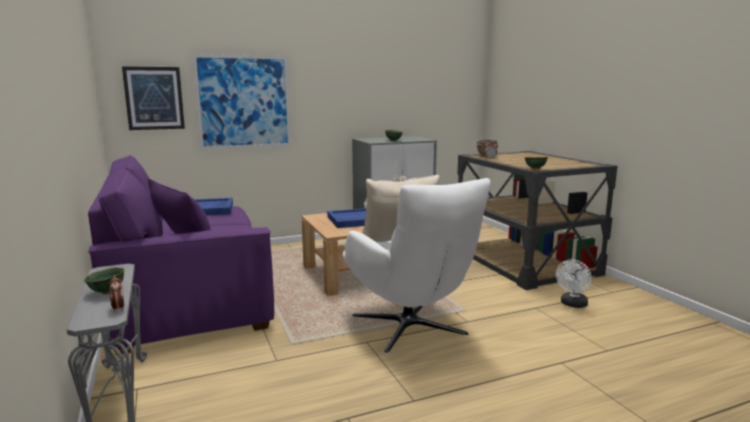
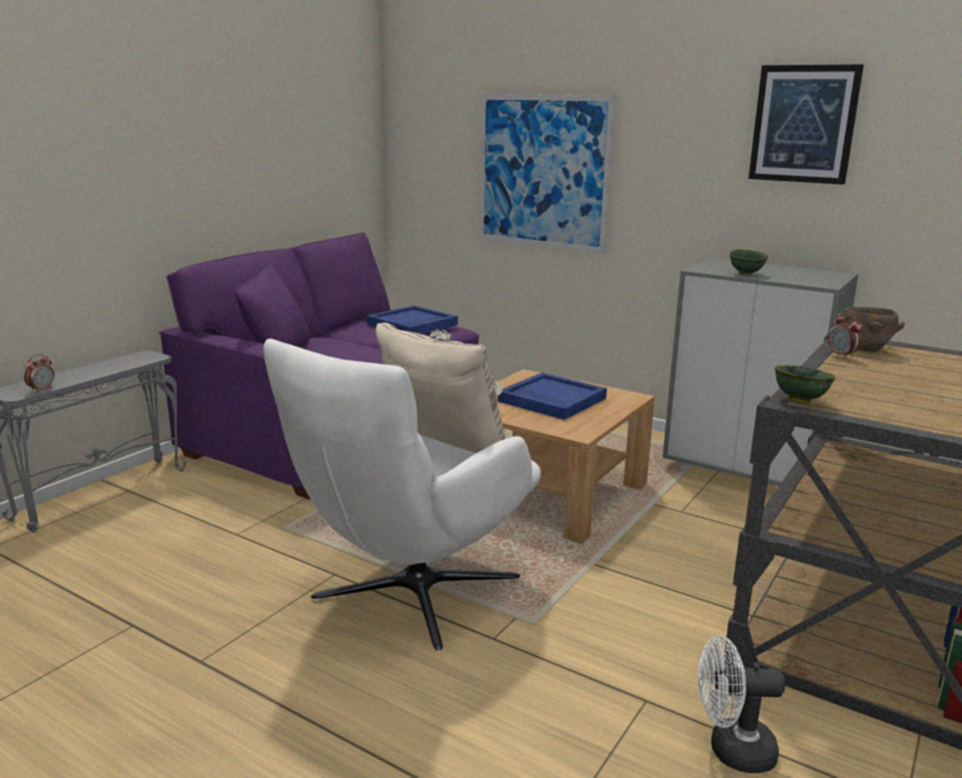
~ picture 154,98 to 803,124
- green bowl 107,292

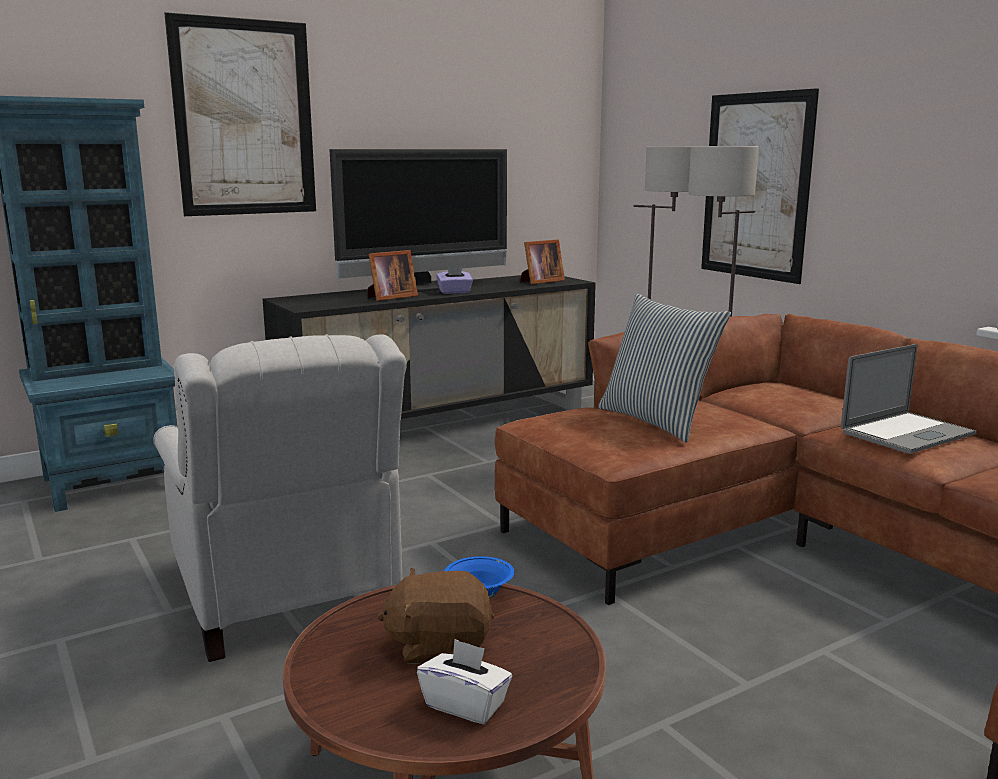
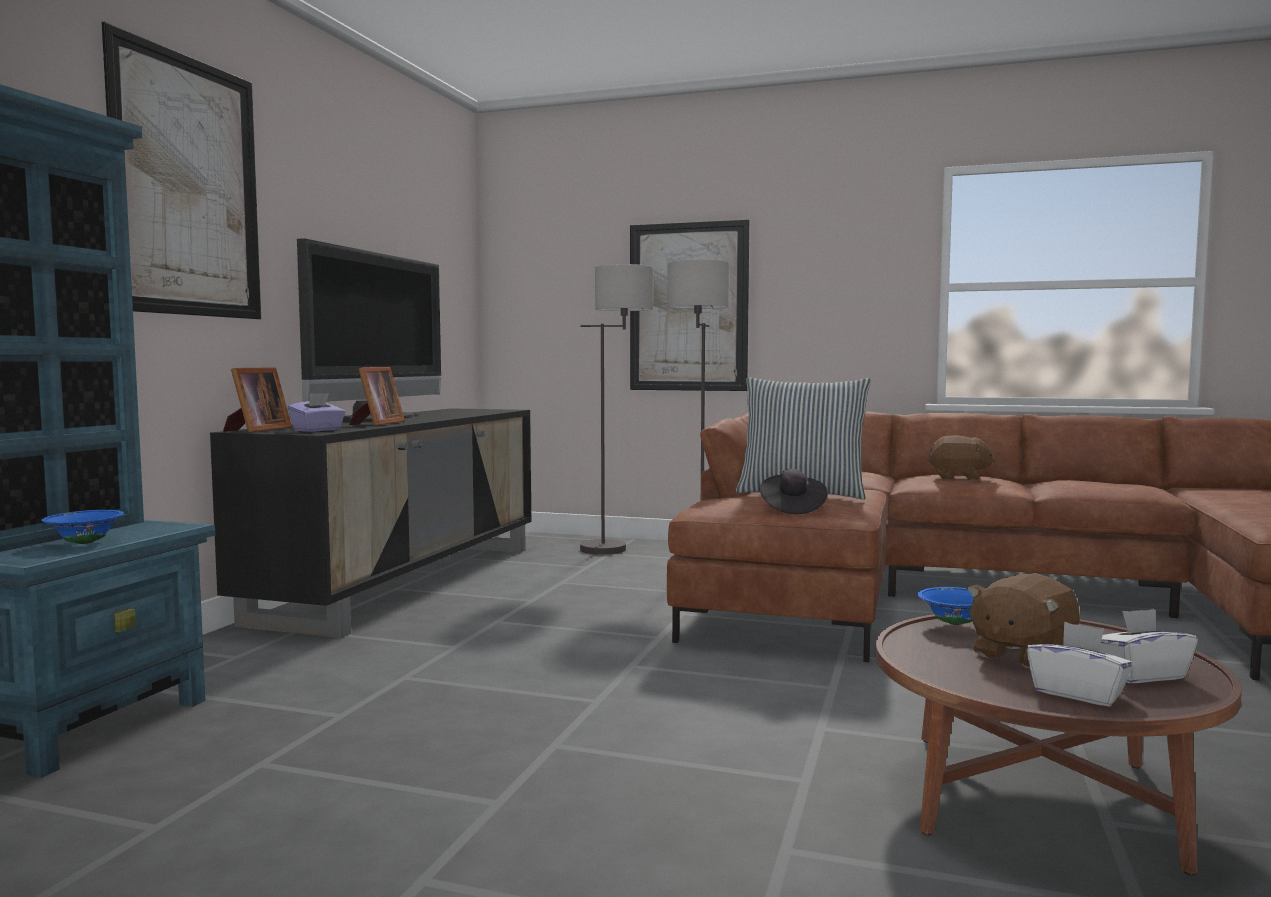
~ picture frame 540,282 to 256,430
~ purple tissue box 455,292 to 318,430
- white armchair 286,593
~ laptop 907,433 to brown plush toy 959,478
+ black hat 792,509
+ blue bowl 85,543
+ white tissue box 1077,693

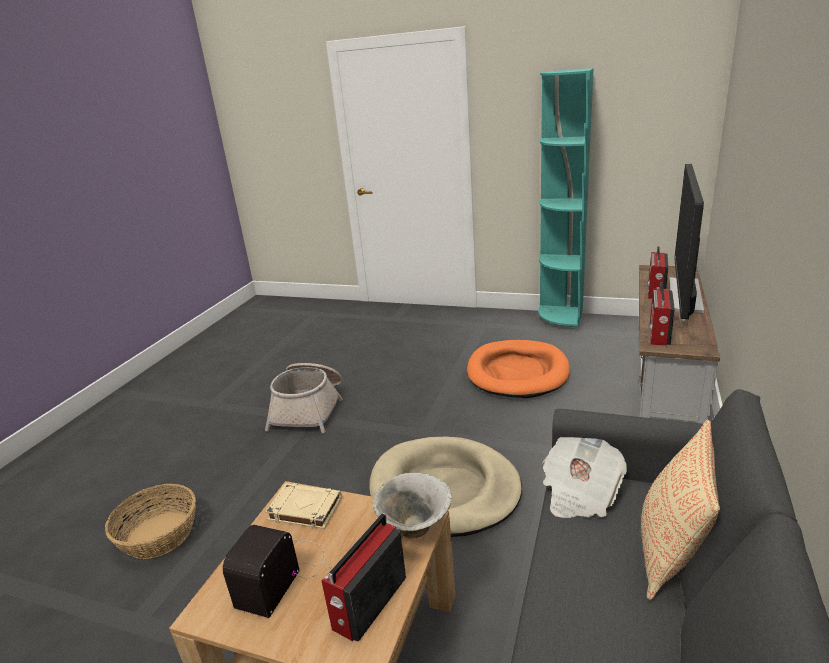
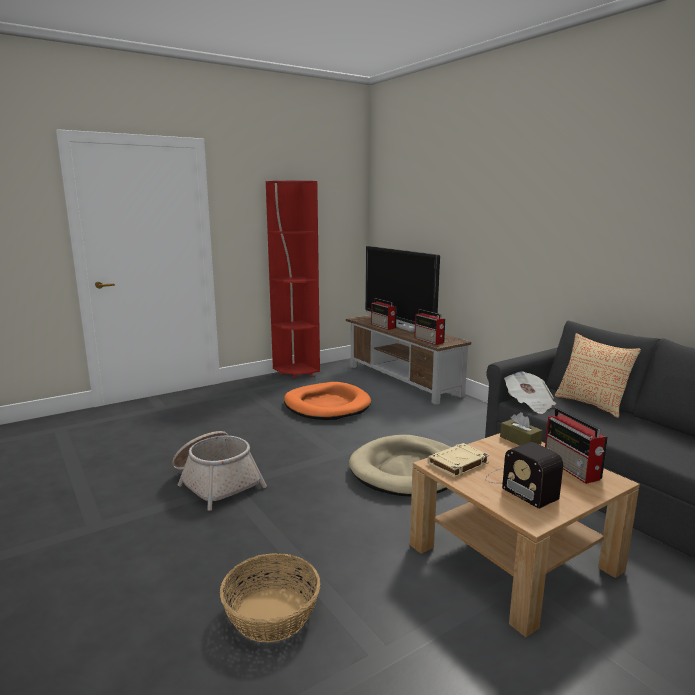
~ turquoise bookcase 560,321 to red bookcase 296,374
~ bowl 415,529 to brown tissue box 520,440

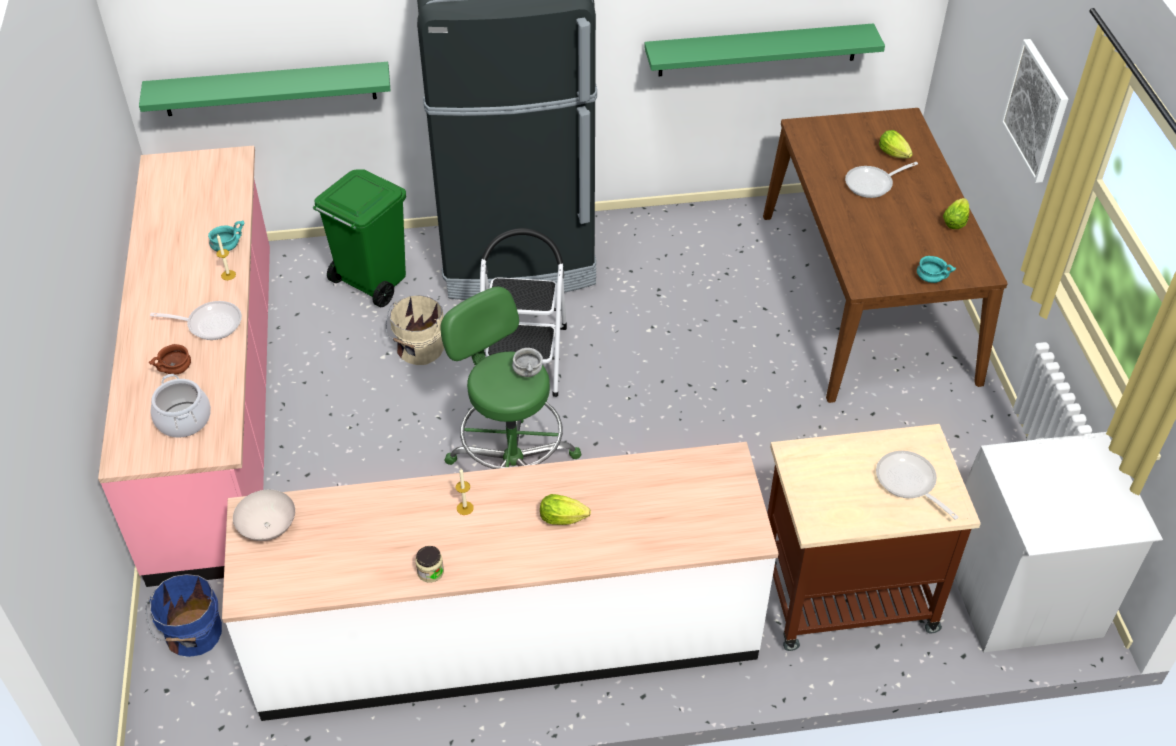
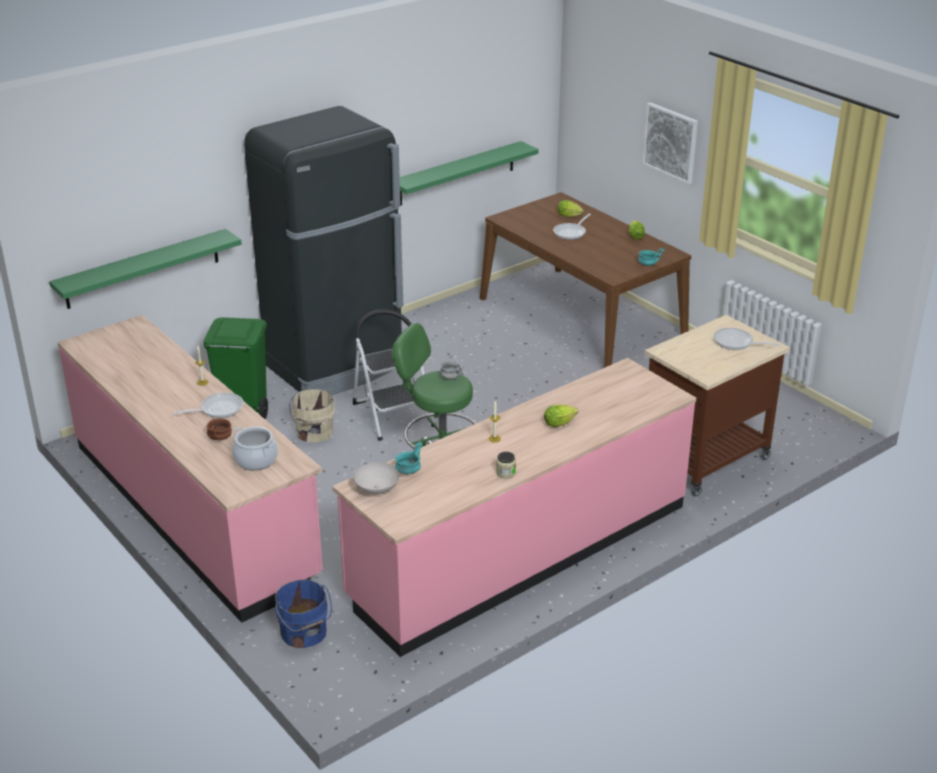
~ turquoise bowl 226,247 to 408,471
- white washing machine 1021,597
~ white counter 507,633 to pink counter 520,551

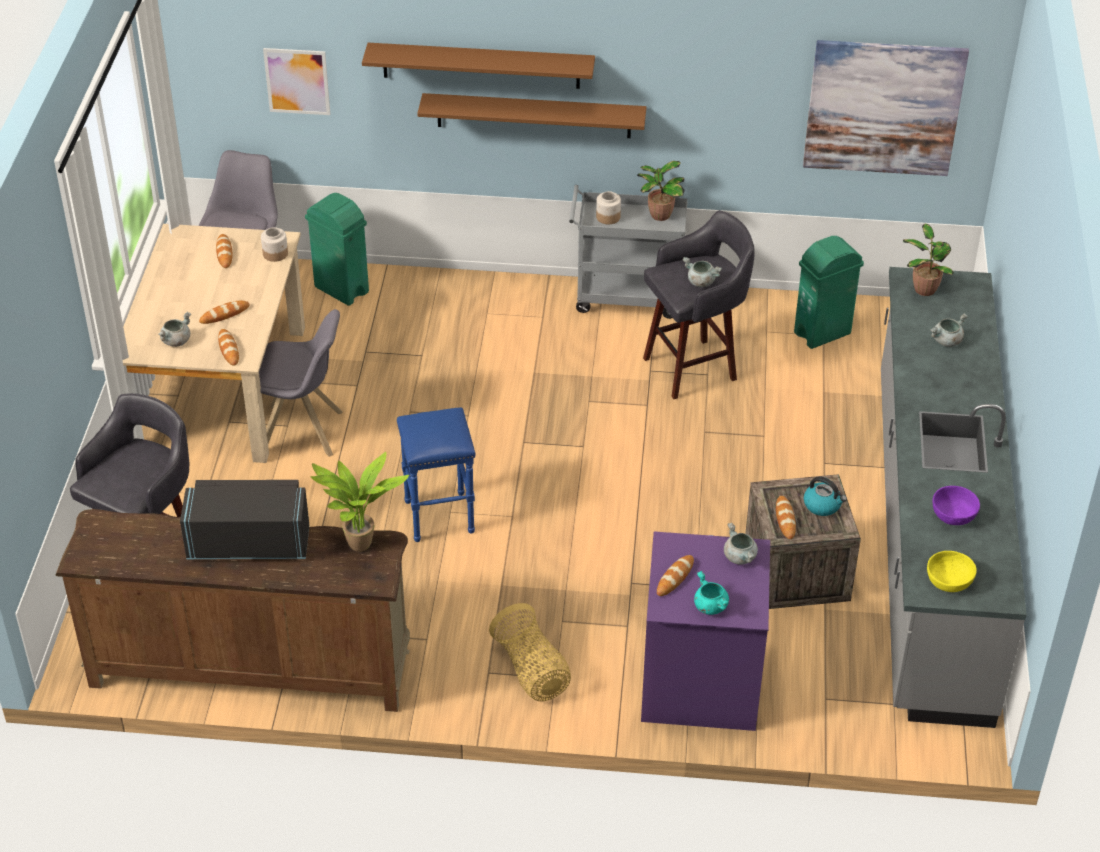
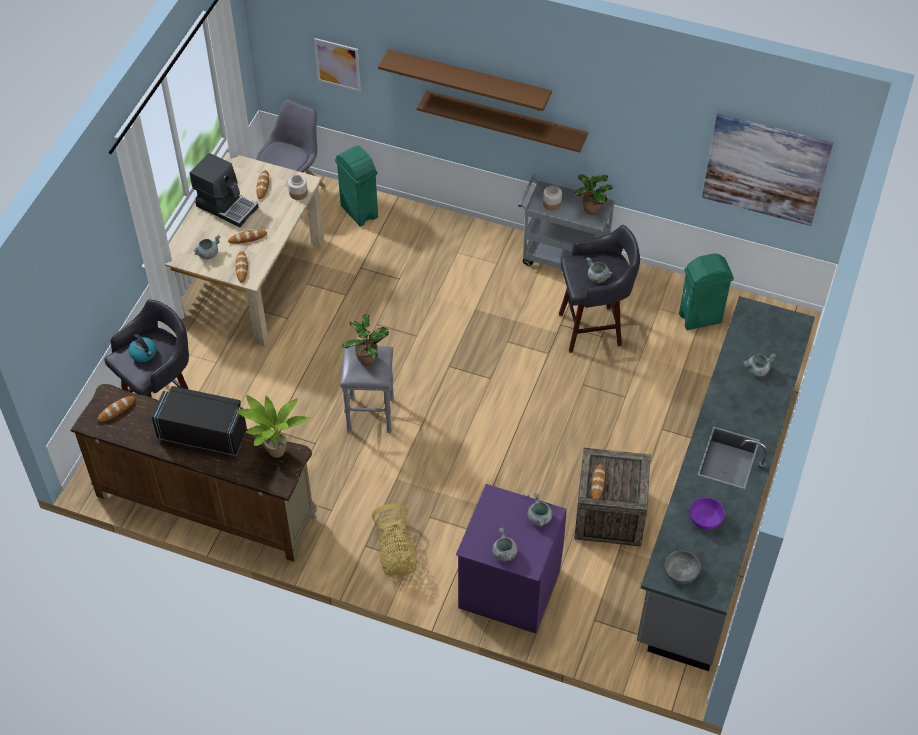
~ potted plant 924,288 to 367,358
- grey chair 302,431
~ blue stool 437,515 to grey stool 369,413
~ kettle 823,505 to 144,353
~ yellow bowl 948,581 to grey bowl 680,572
~ bread 675,577 to 116,410
~ turquoise cooking pot 710,606 to grey cooking pot 504,553
+ coffee machine 227,206

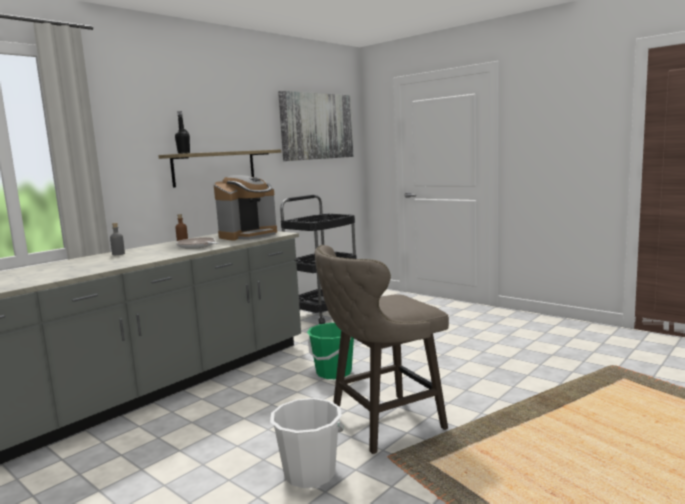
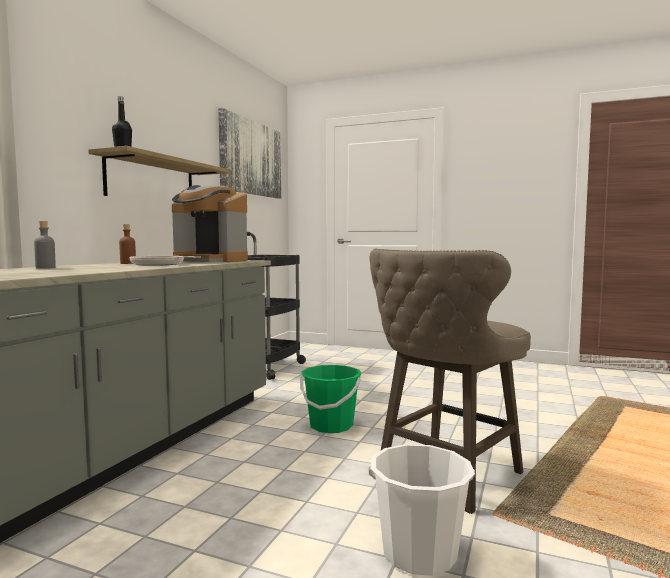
~ coffee machine 249,235 = 210,261 90 degrees clockwise

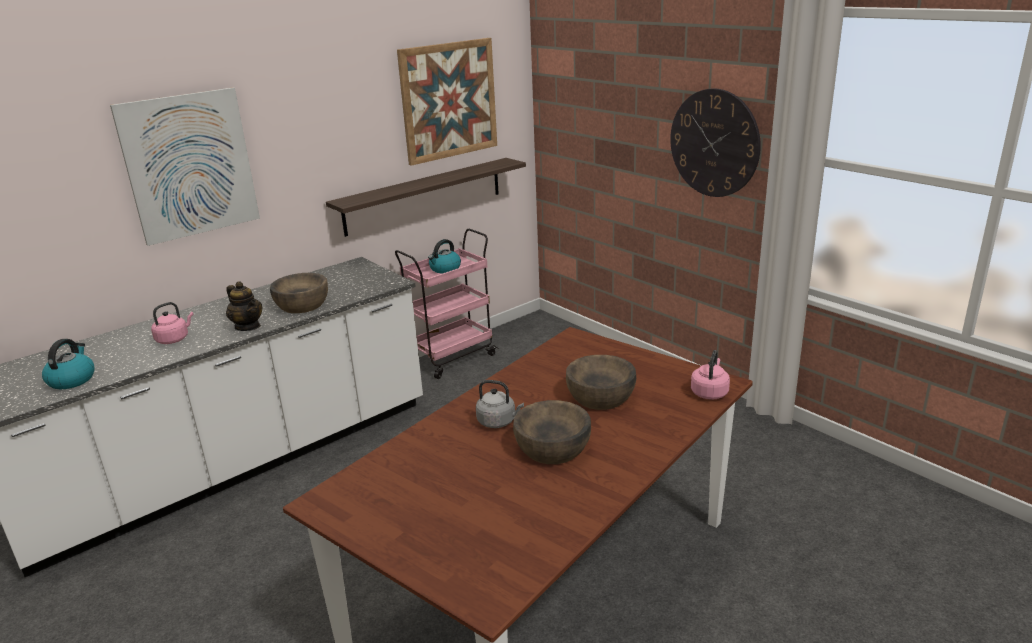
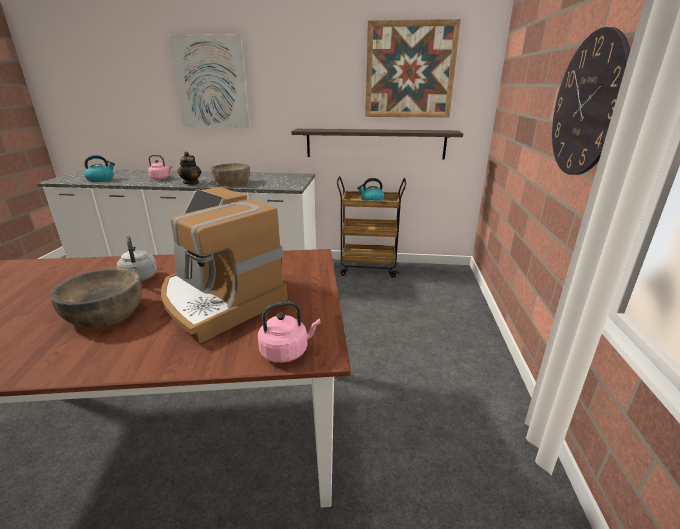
~ pink cart 453,358 to brown cart 369,269
~ brown bowl 601,396 to coffee machine 219,300

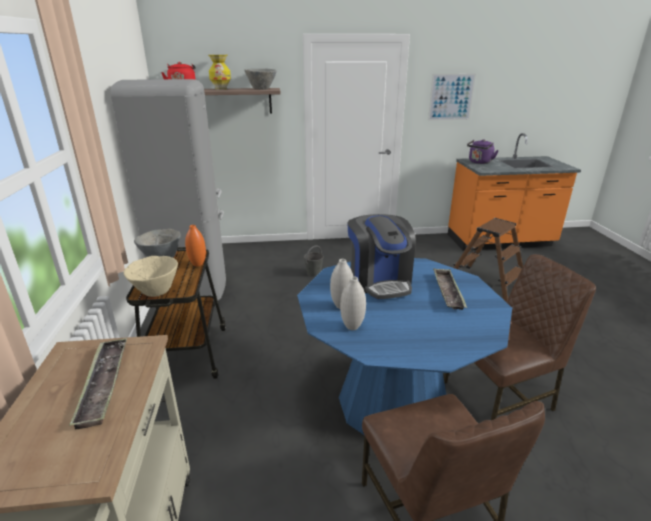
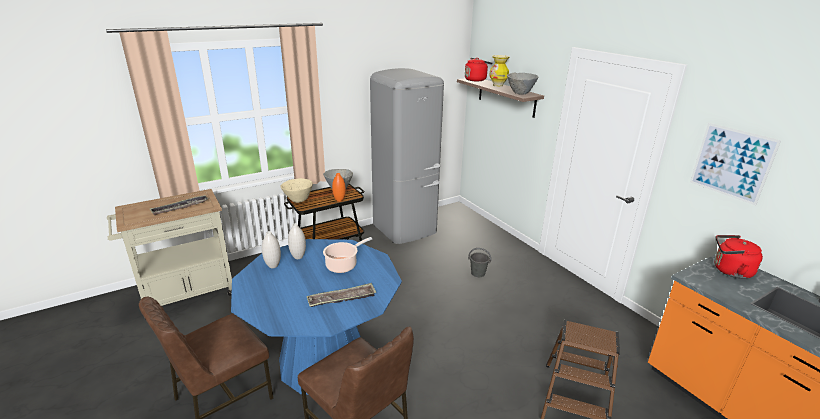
~ purple kettle 479,162 to red kettle 729,271
~ coffee machine 379,281 to cooking pot 343,265

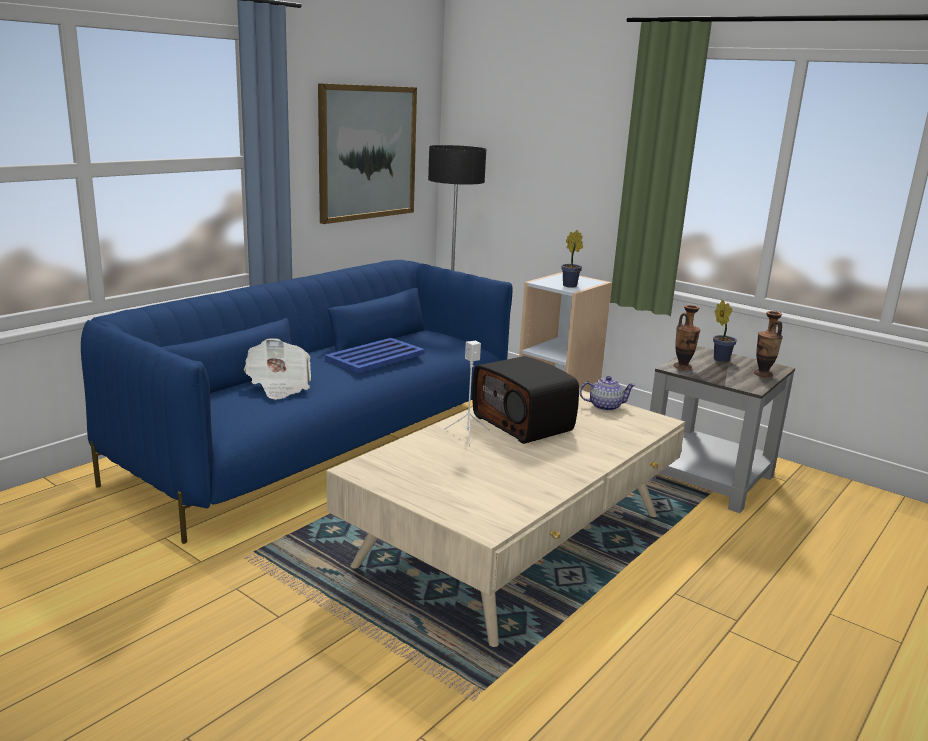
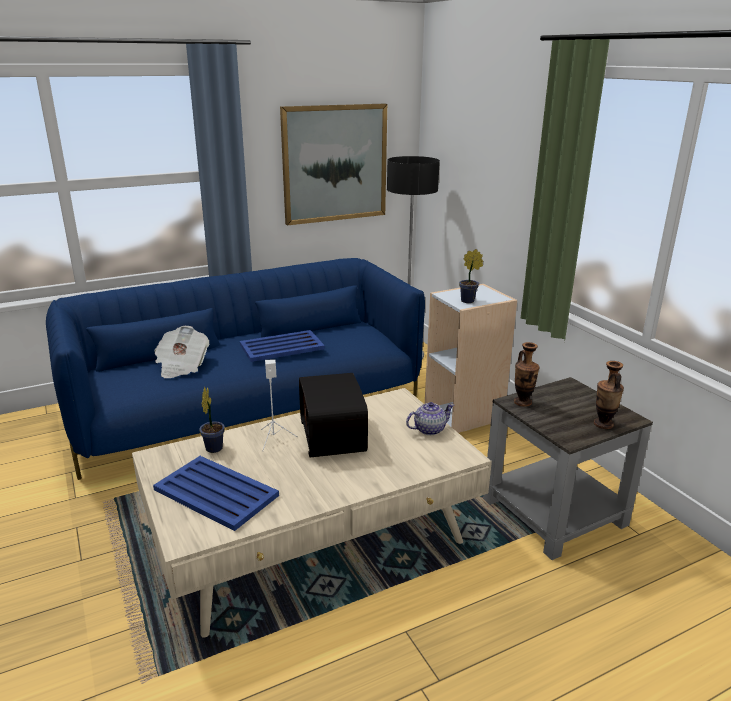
~ potted plant 720,359 to 214,447
~ teapot 605,406 = 429,429 45 degrees counterclockwise
+ blue tray 215,492

